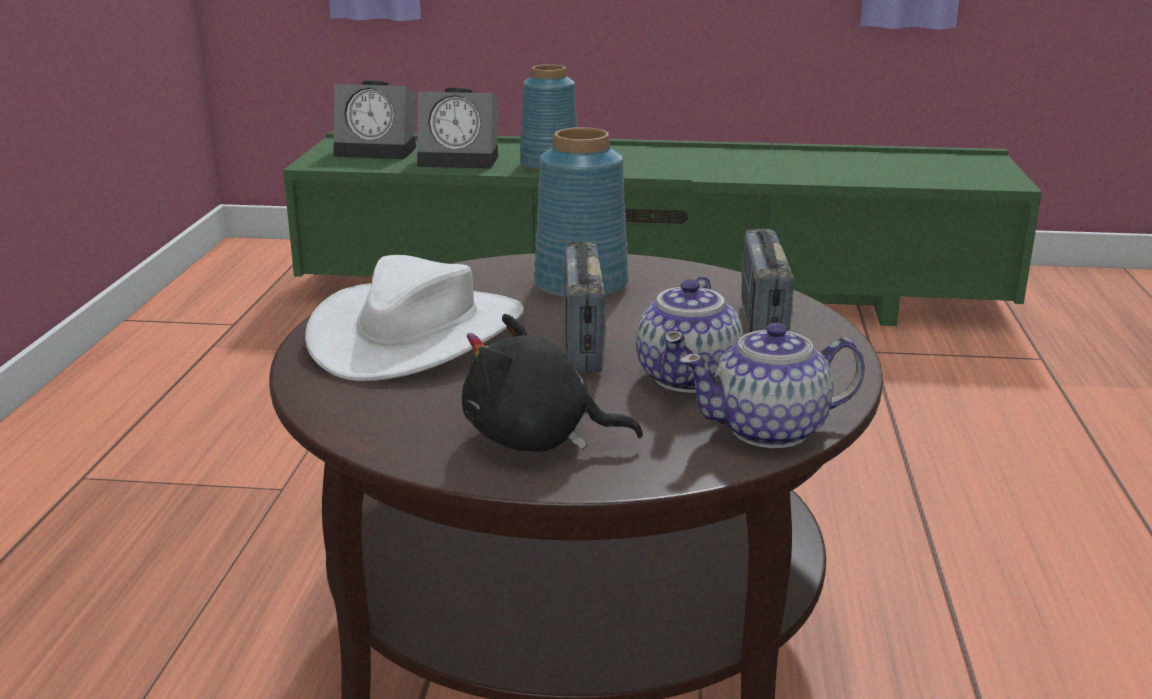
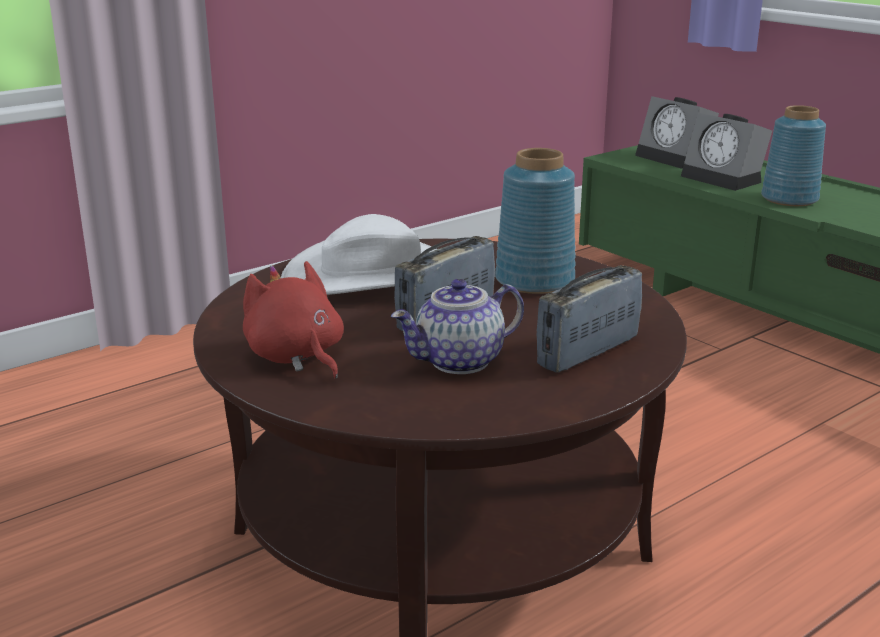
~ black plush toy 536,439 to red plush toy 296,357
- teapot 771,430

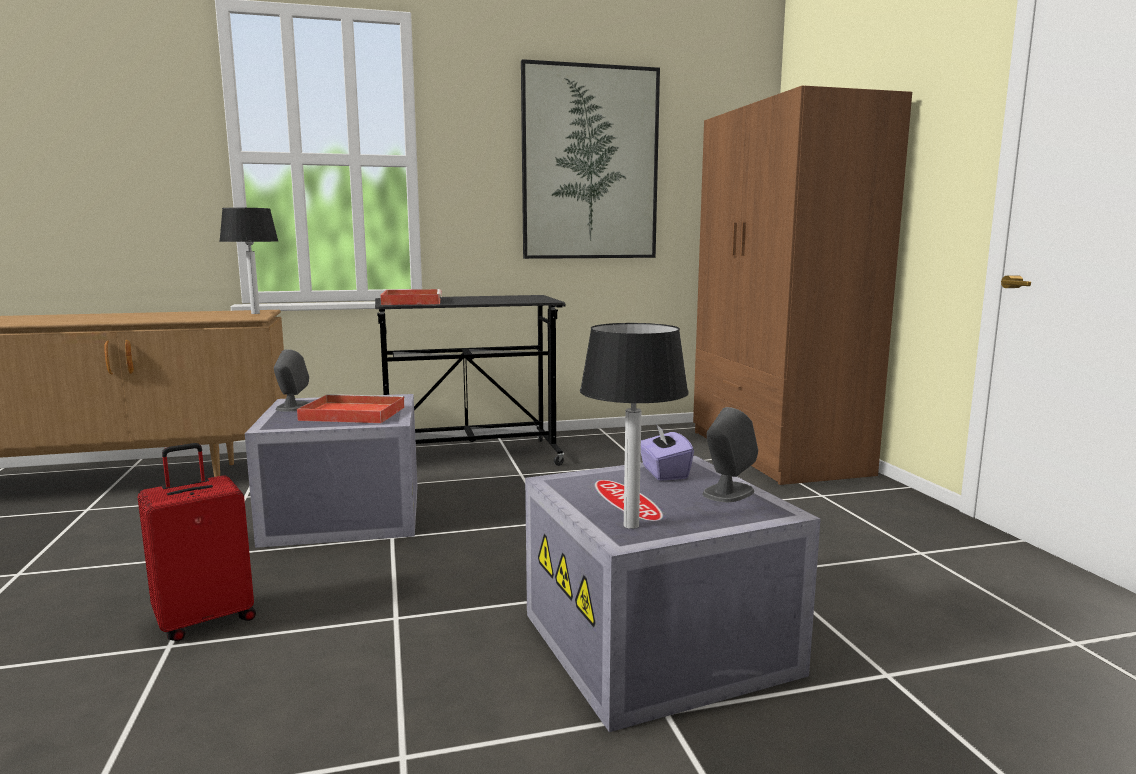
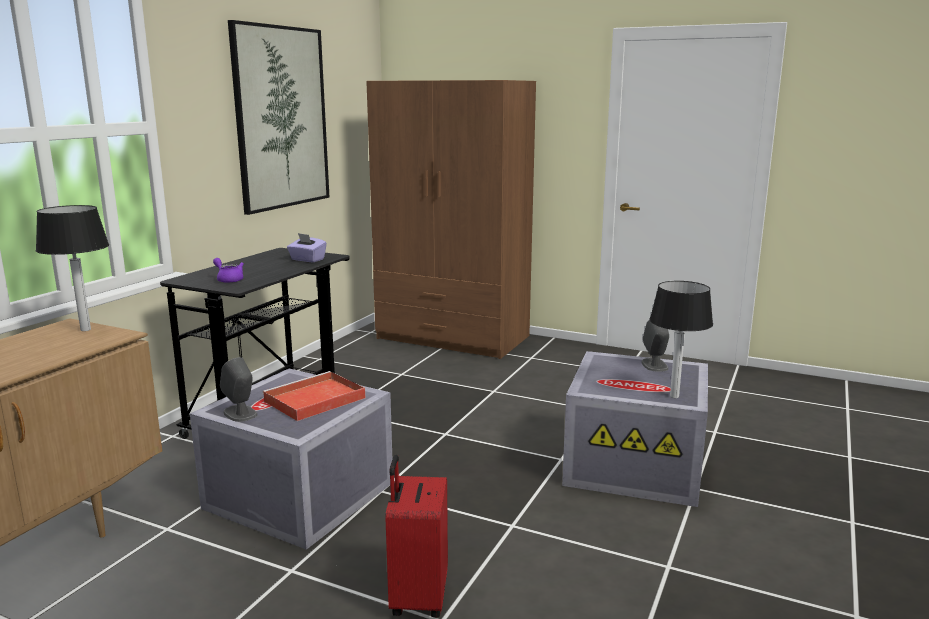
~ red tray 411,301 to purple teapot 228,280
~ purple tissue box 663,472 to 307,260

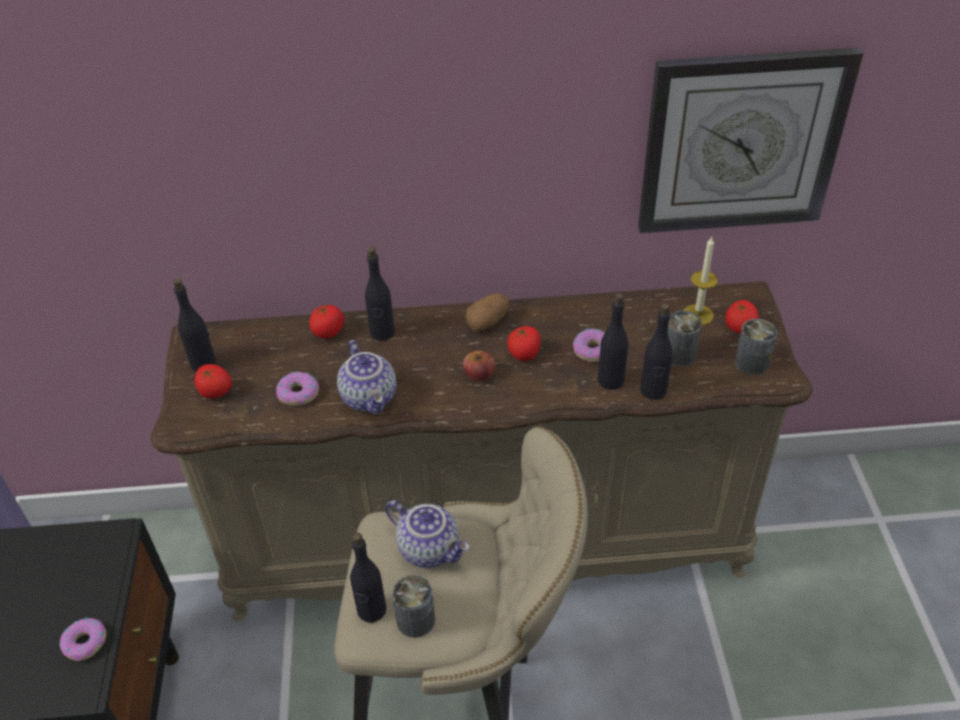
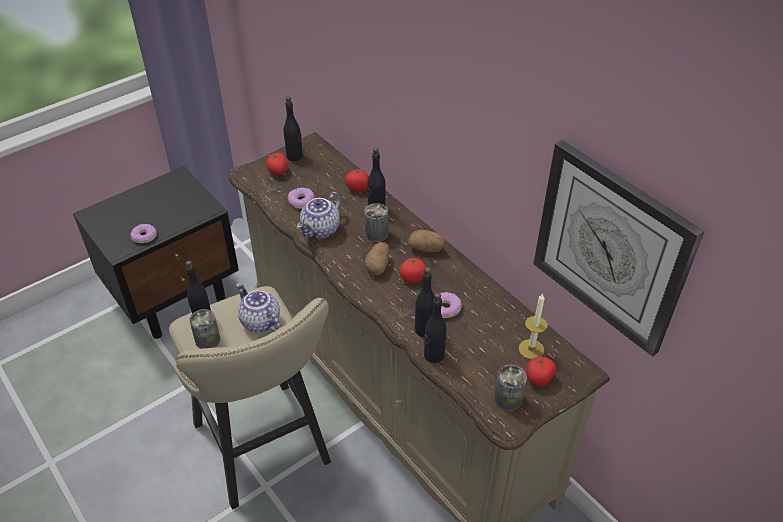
~ can 679,354 to 376,234
~ apple 479,373 to potato 378,265
~ teapot 430,548 = 259,322 135 degrees clockwise

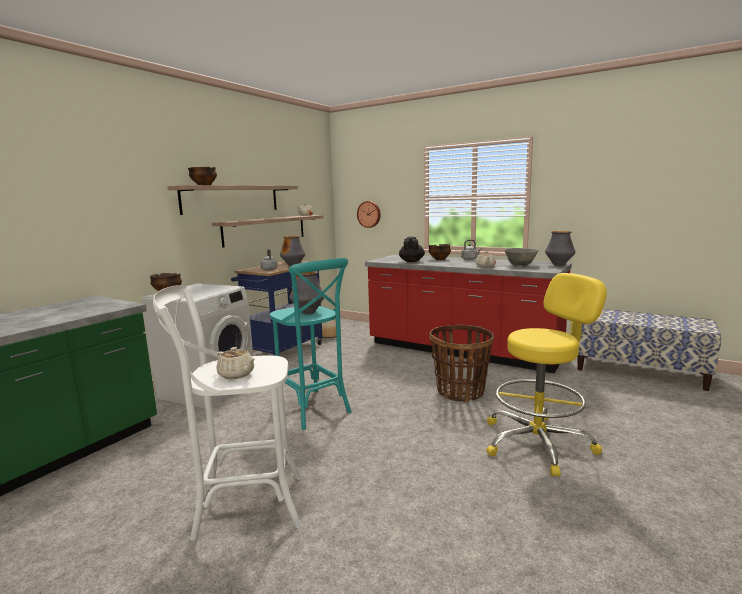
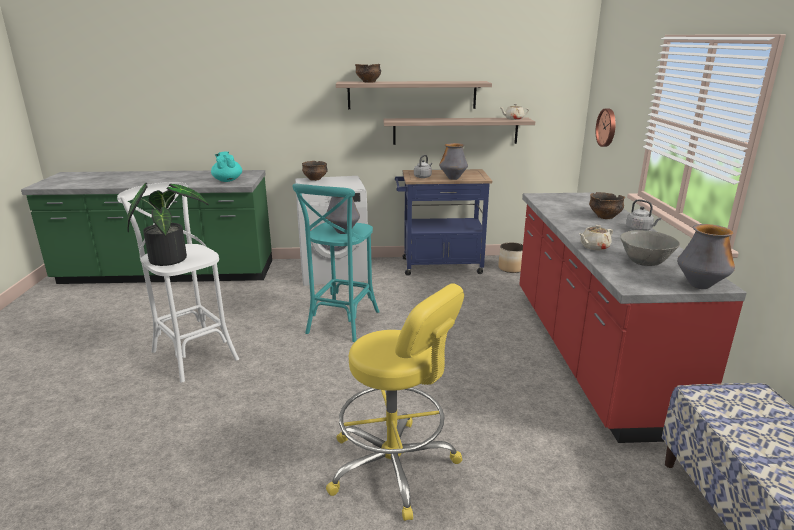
- black teapot 411,261
- basket 460,392
~ beige teapot 237,375 to potted plant 171,258
+ turquoise teapot 227,180

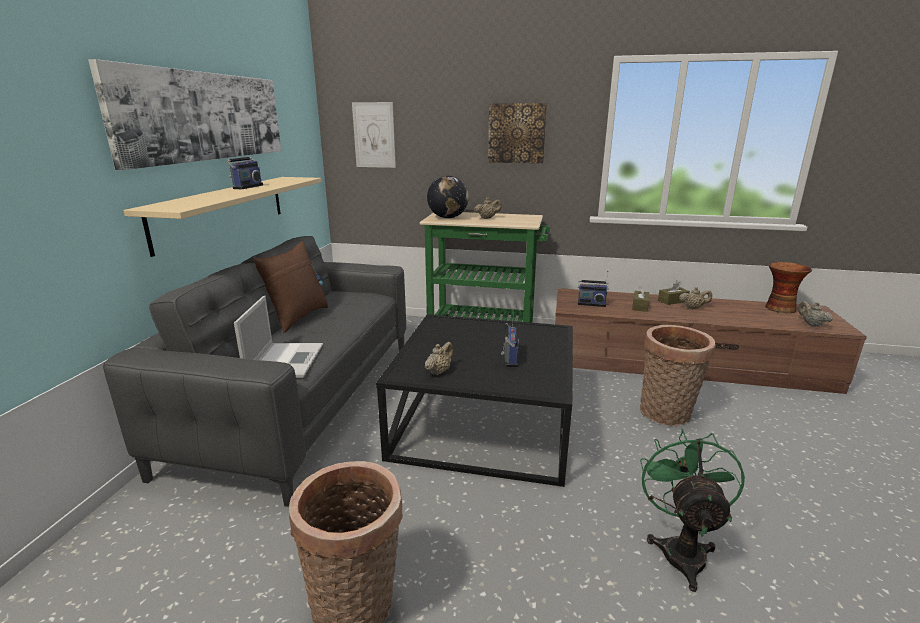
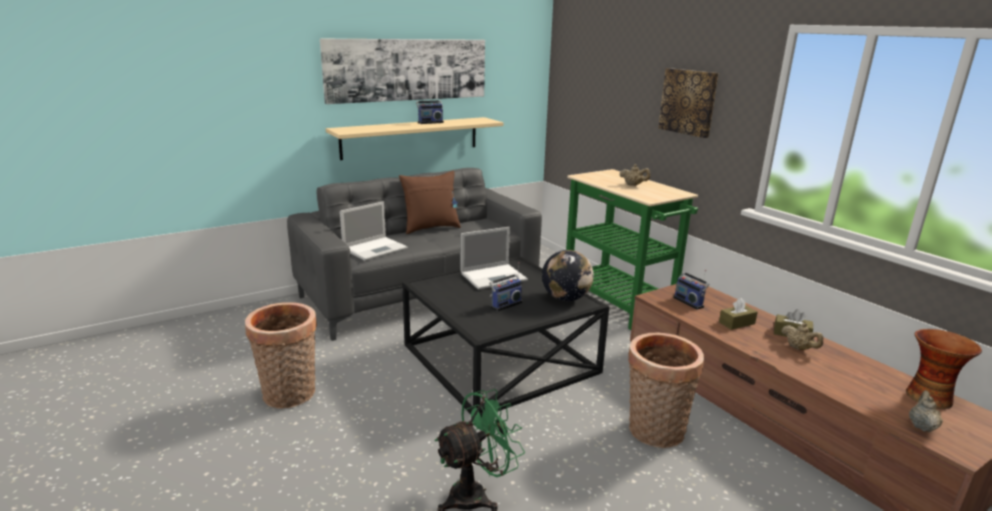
- picture 374,135
~ globe 448,217 to 566,298
- beige teapot 439,371
+ laptop 494,276

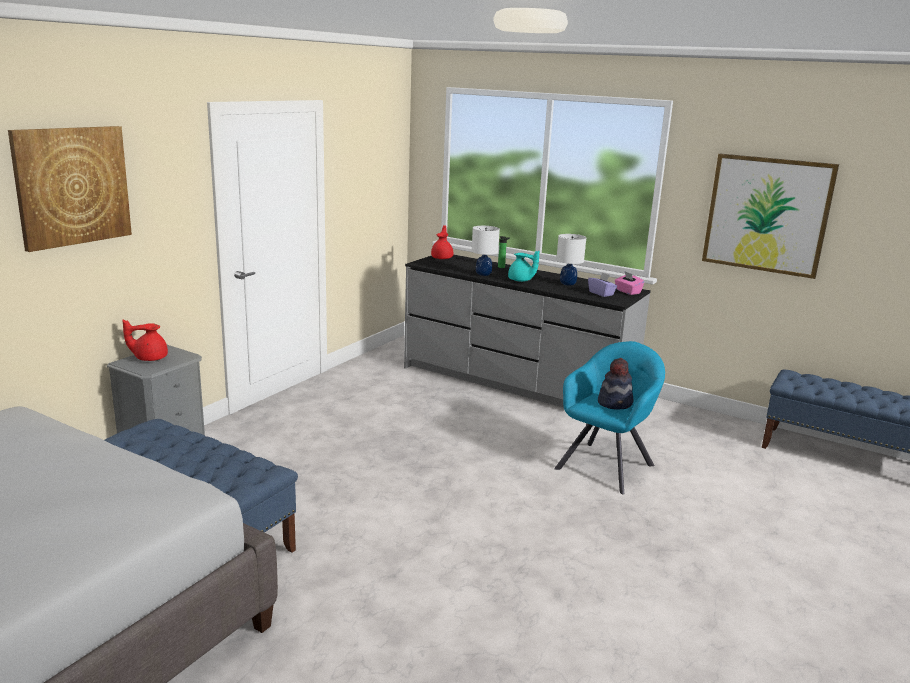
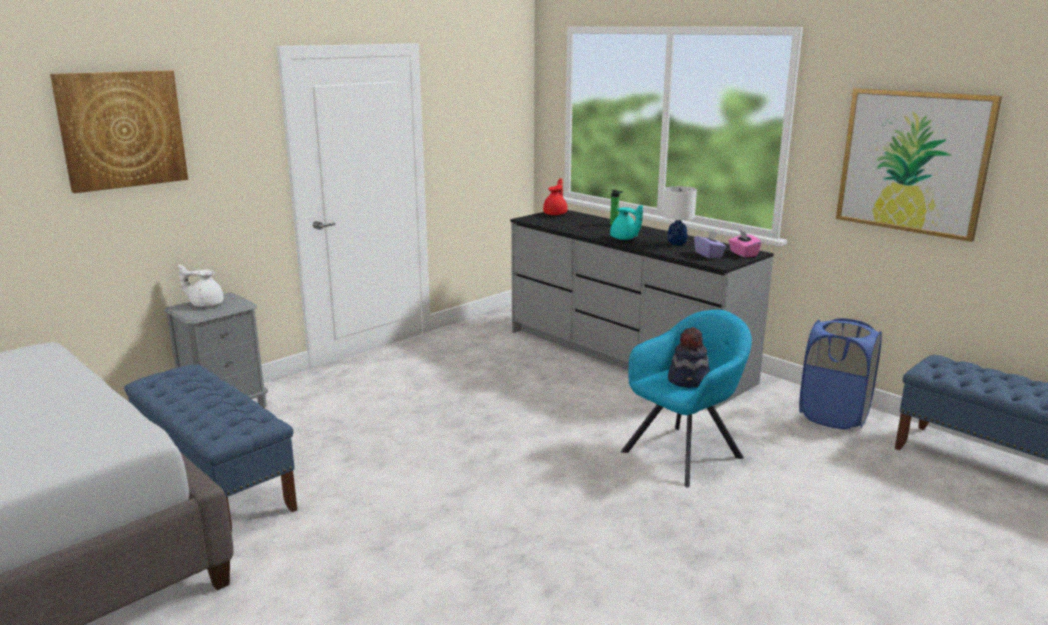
- white table lamp 483,274
~ red teapot 149,358 to white teapot 206,304
+ blue laundry basket 834,416

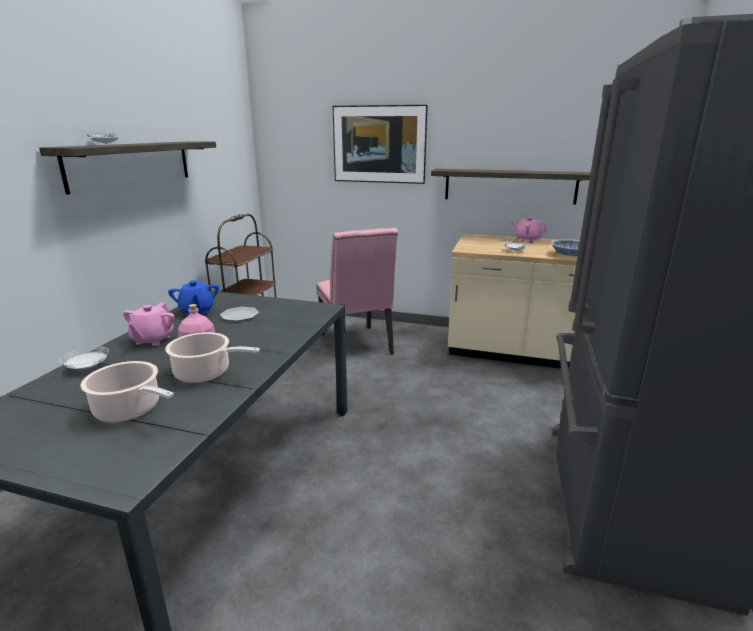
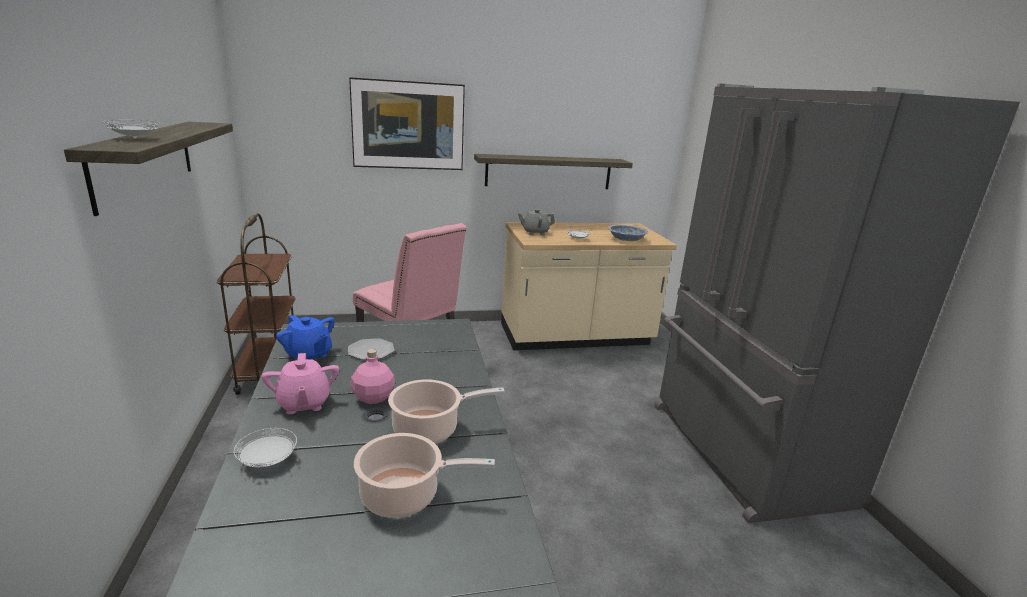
- pink teapot 527,239
+ grey teapot 535,232

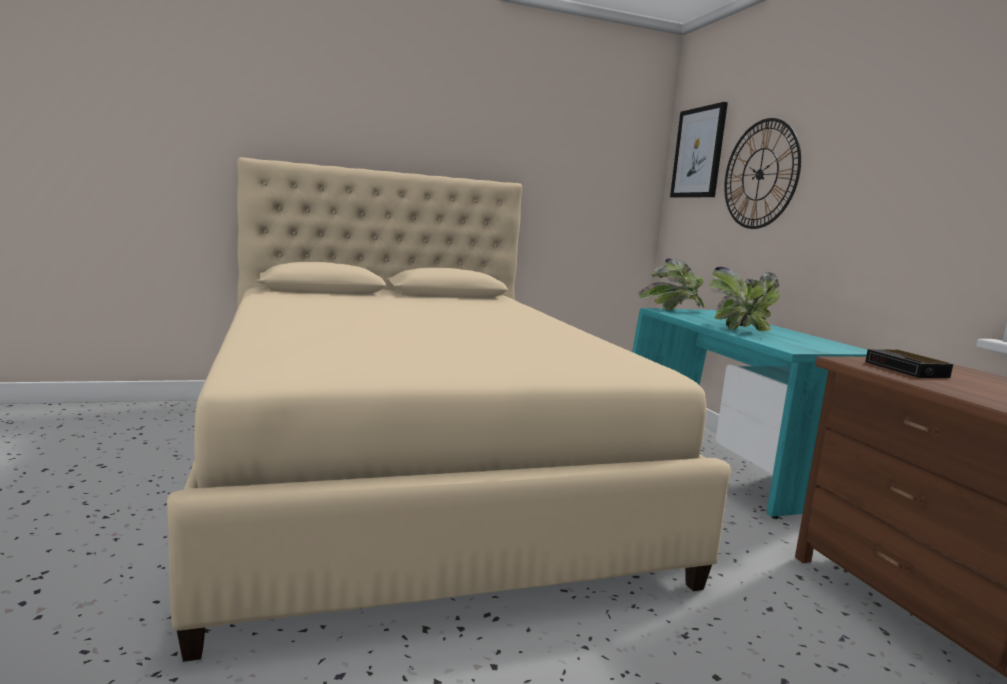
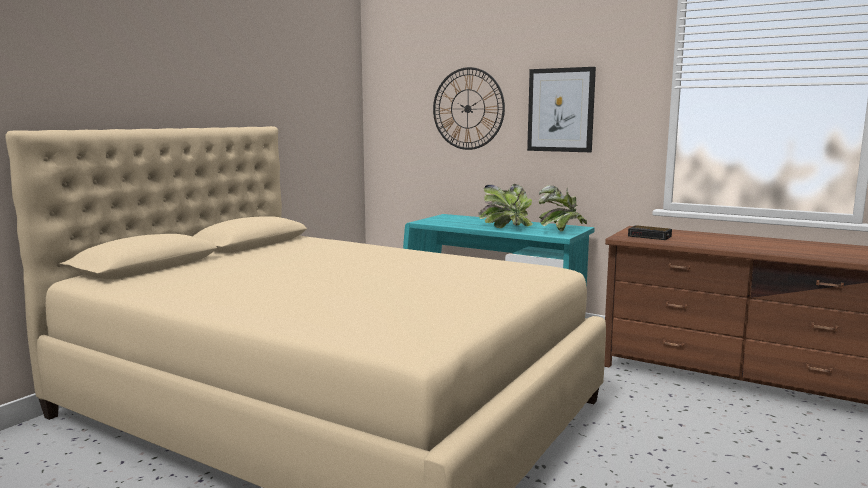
~ picture 698,153 to 561,110
~ potted plant 672,309 to 561,230

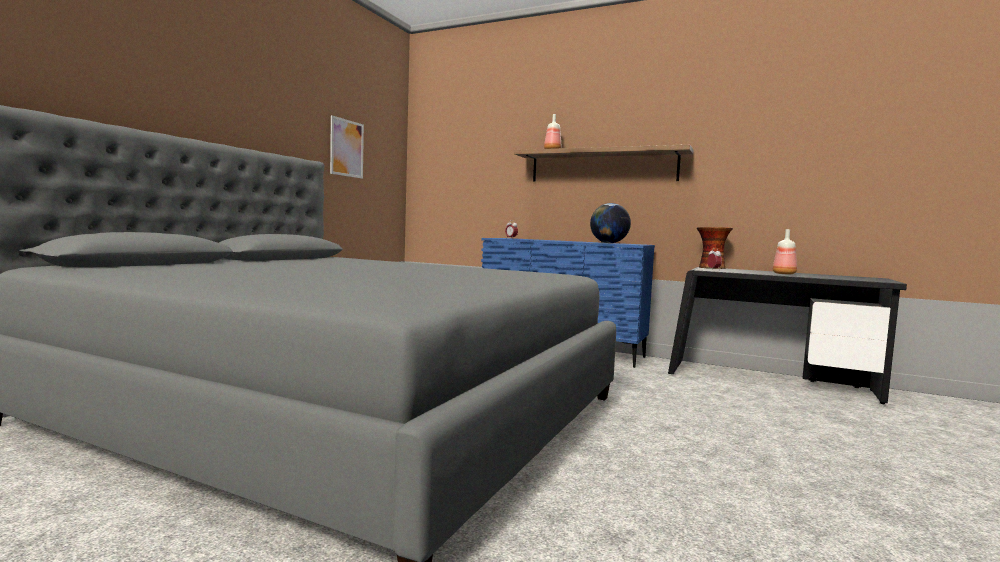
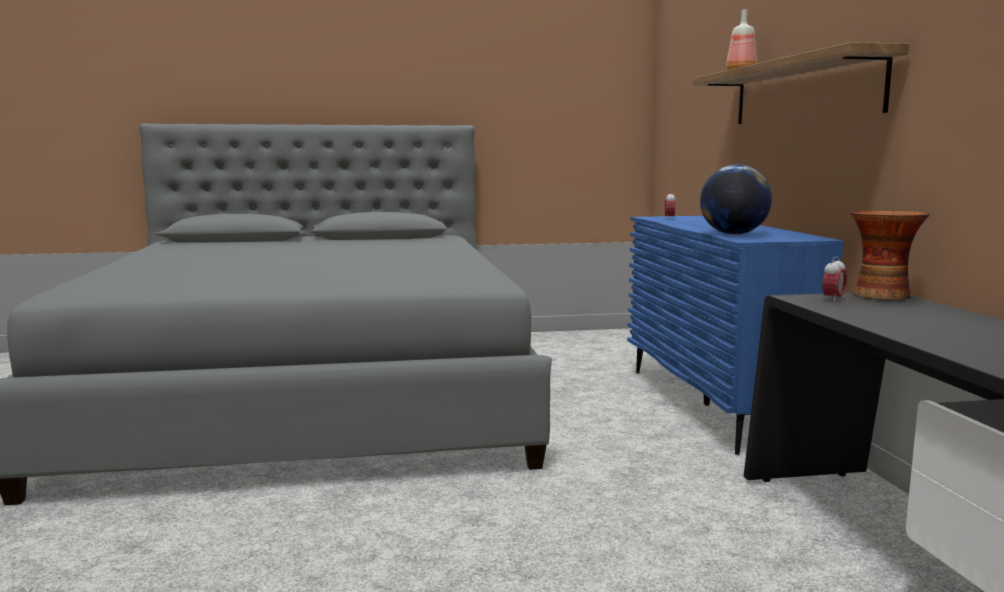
- picture 346,148
- bottle 784,274

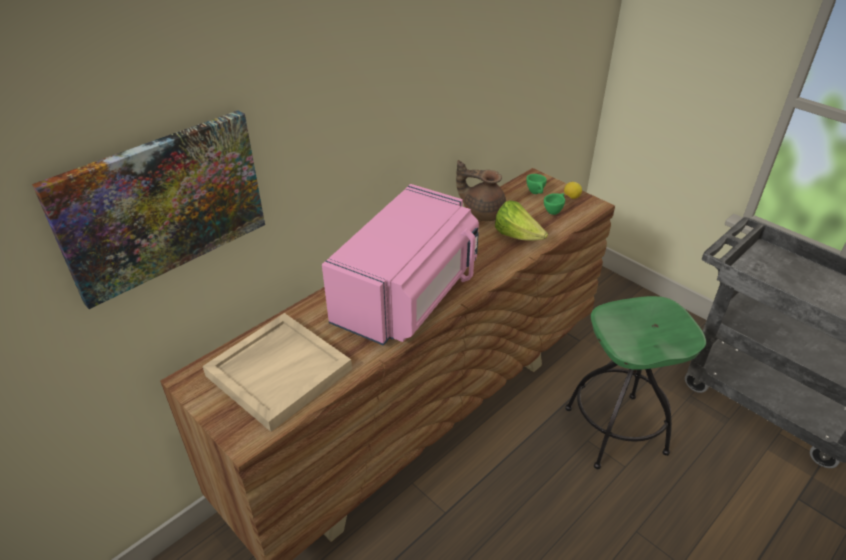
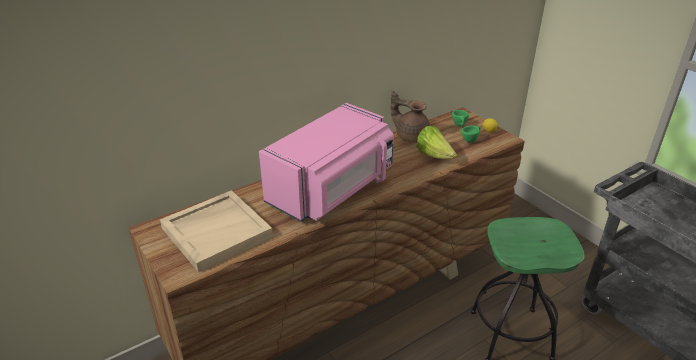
- picture 162,205

